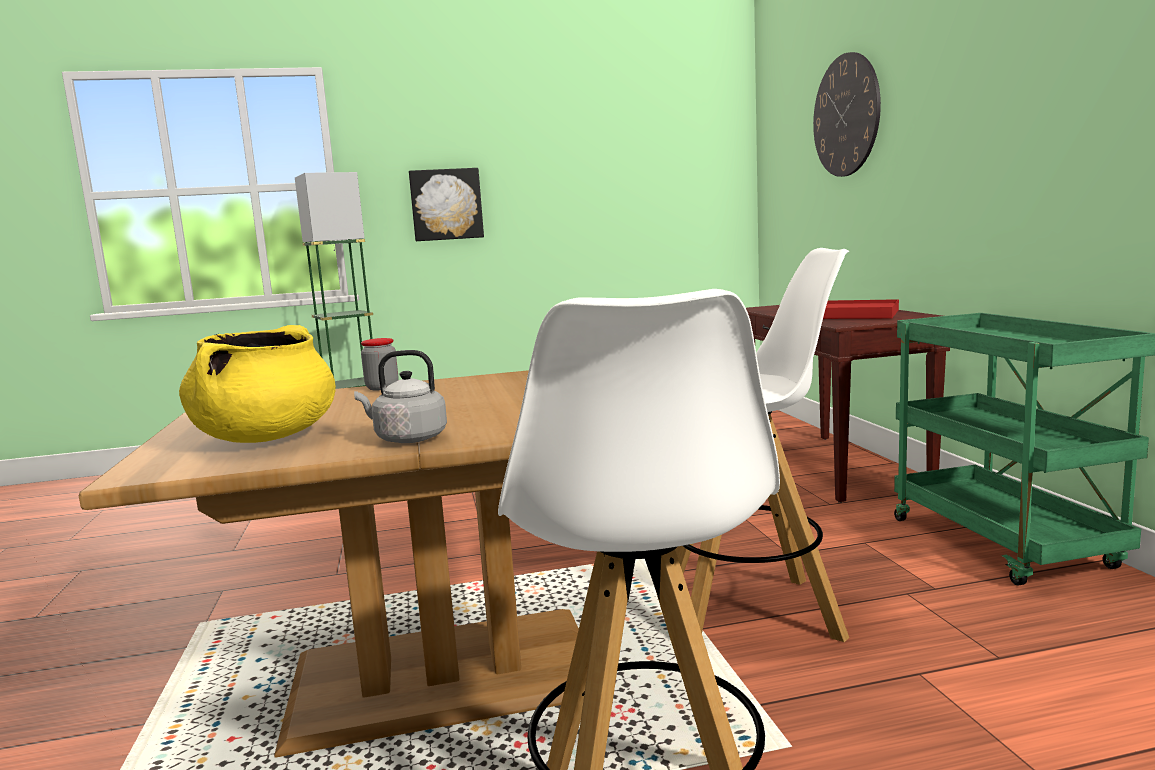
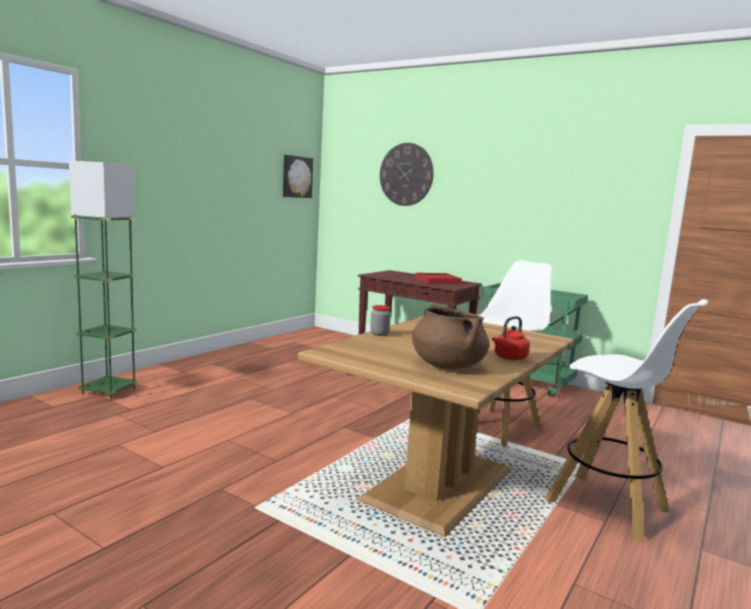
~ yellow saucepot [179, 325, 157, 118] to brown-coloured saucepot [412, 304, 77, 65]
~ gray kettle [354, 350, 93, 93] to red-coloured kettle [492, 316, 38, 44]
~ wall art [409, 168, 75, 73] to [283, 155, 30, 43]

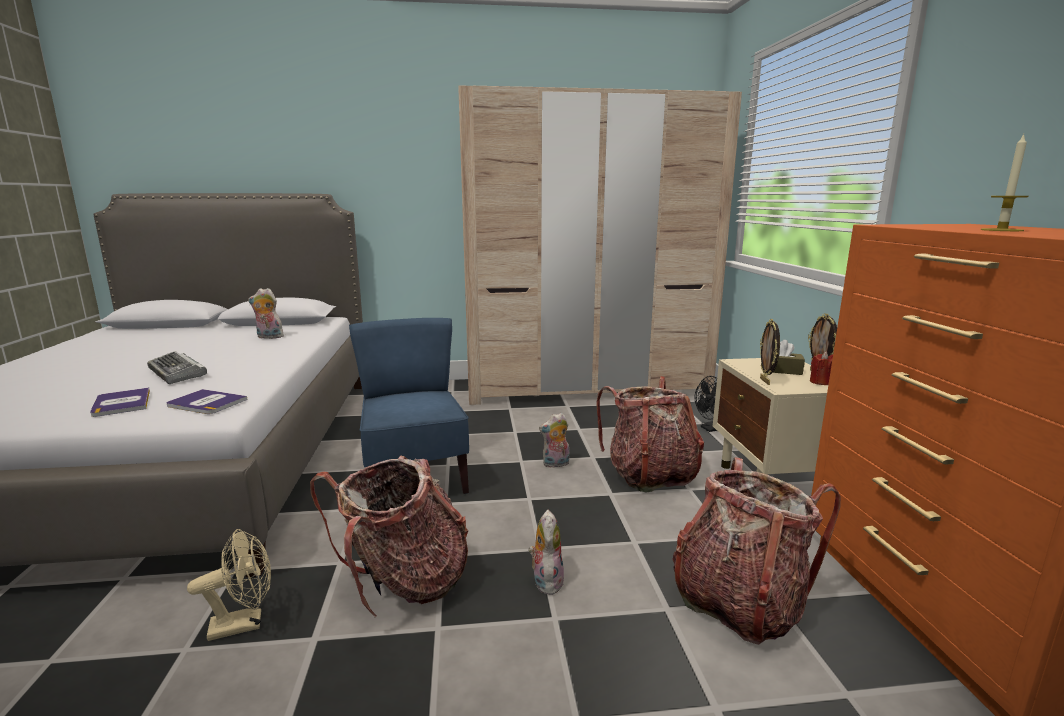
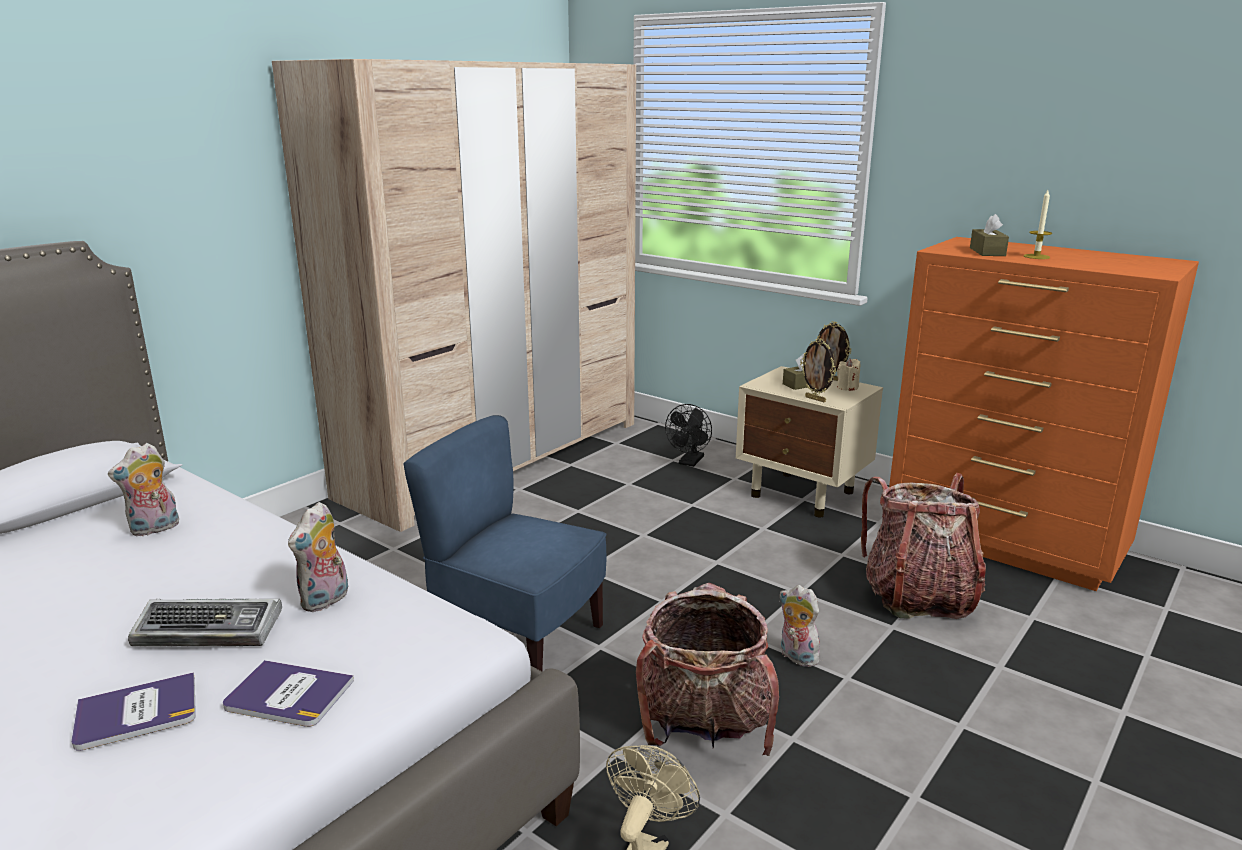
~ bound book [167, 389, 81, 25] to [71, 672, 125, 79]
~ soft toy [539, 413, 30, 55] to [288, 502, 60, 110]
- backpack [596, 376, 108, 117]
~ red-coloured candle [810, 351, 23, 34] to beige candle [837, 358, 23, 33]
+ brown-coloured tissue holder [970, 214, 39, 42]

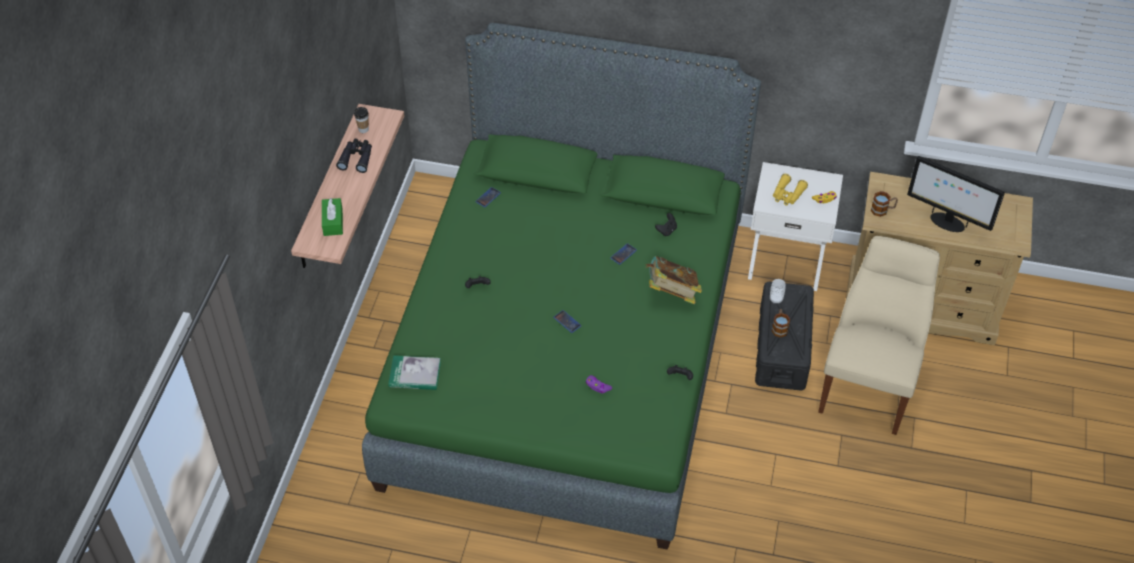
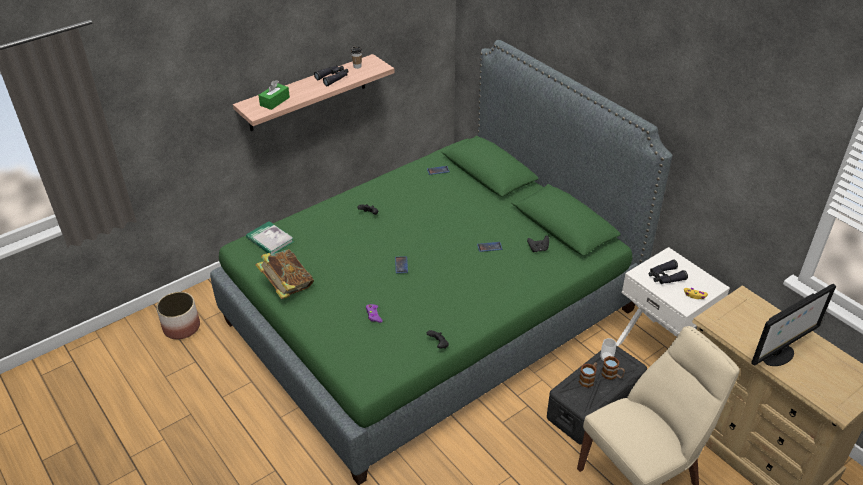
~ bound book [646, 256, 56, 48] to [256, 249, 58, 50]
~ yellow pair of binoculars [773, 174, 35, 32] to blackish pair of binoculars [649, 260, 39, 24]
~ tea mug [871, 191, 27, 26] to [601, 356, 24, 24]
~ computer display [907, 156, 98, 76] = [751, 284, 85, 82] 105 degrees counterclockwise
+ plant pot [156, 292, 44, 47]

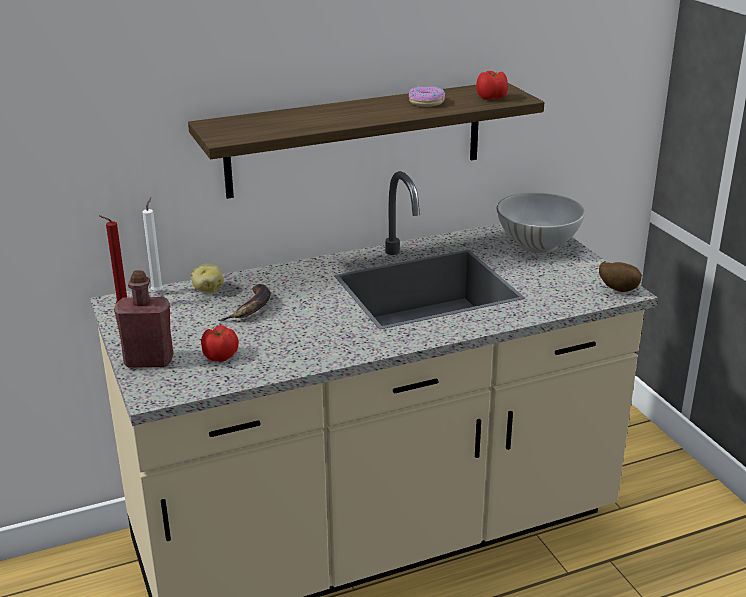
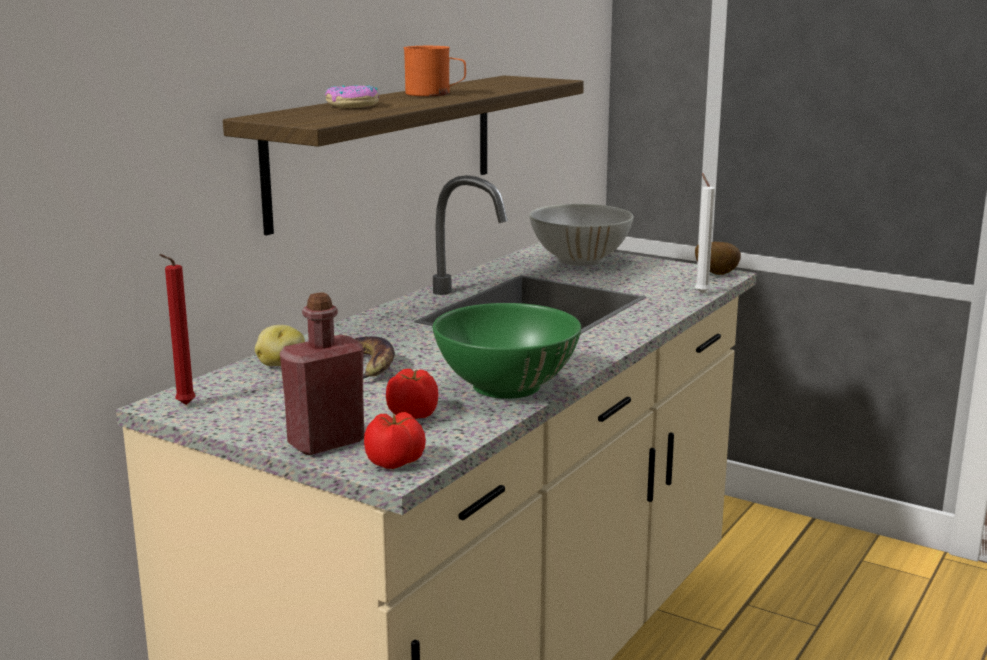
~ white candle [143, 198, 20, 95] to [695, 173, 20, 121]
~ donut [409, 86, 36, 21] to [325, 85, 54, 23]
~ whole tomato [476, 71, 32, 29] to [364, 412, 62, 57]
+ orangey tea mug [404, 46, 62, 50]
+ green-coloured deep dish [433, 303, 148, 96]

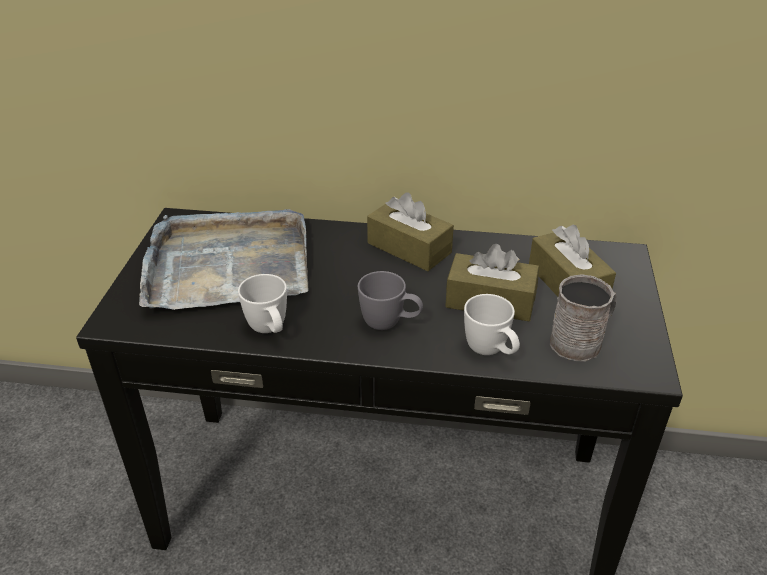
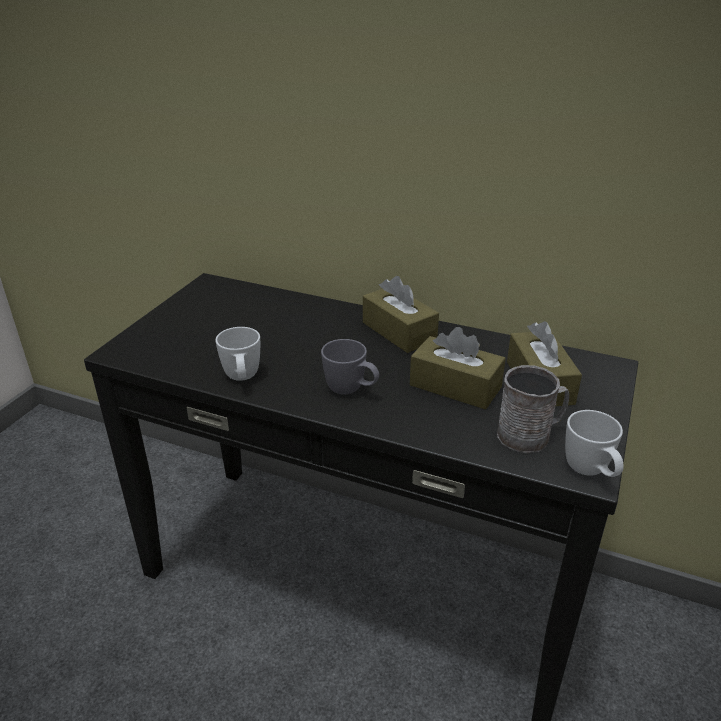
- gray tray [139, 209, 169, 101]
~ white tea mug [464, 294, 56, 61] to [565, 410, 59, 67]

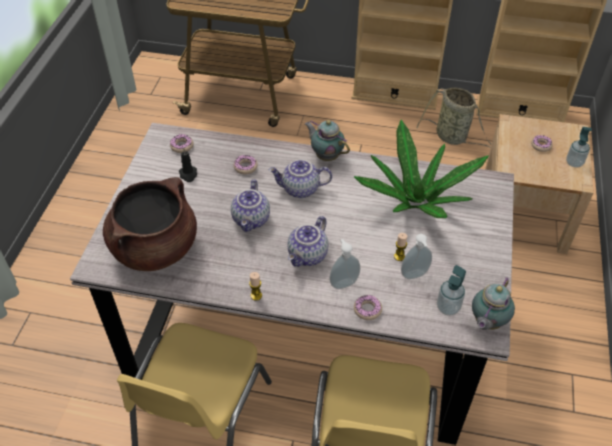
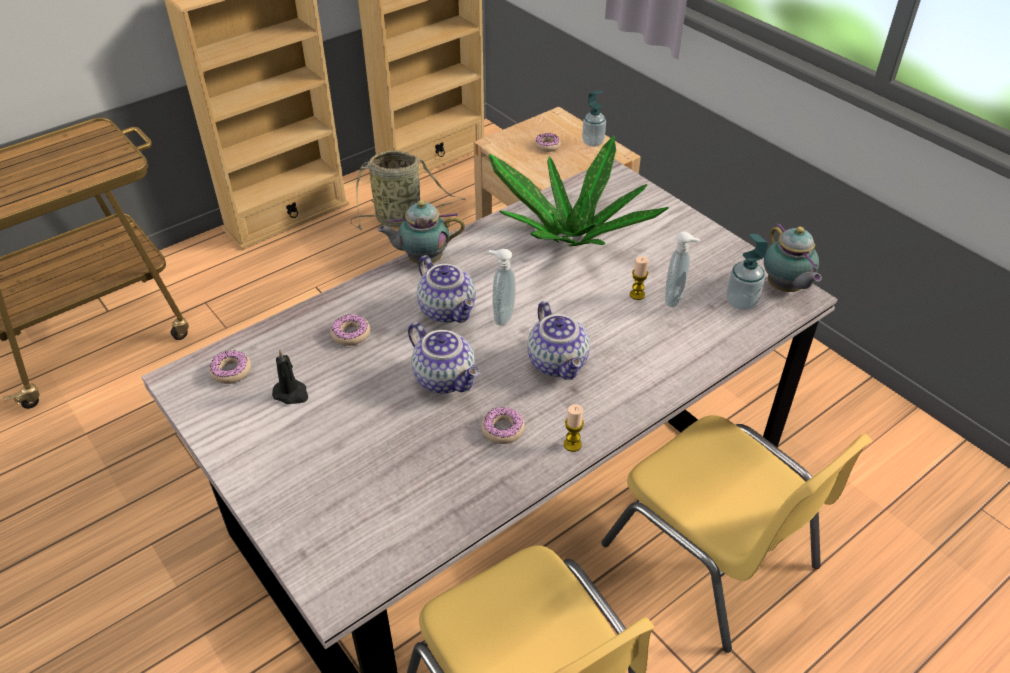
- brown-coloured saucepot [103, 177, 94, 94]
~ teapot [268, 159, 64, 39] = [417, 255, 58, 68] 75 degrees counterclockwise
~ liquid soap bottle [330, 239, 30, 50] to [489, 249, 27, 77]
~ donut [354, 295, 28, 25] to [481, 407, 44, 37]

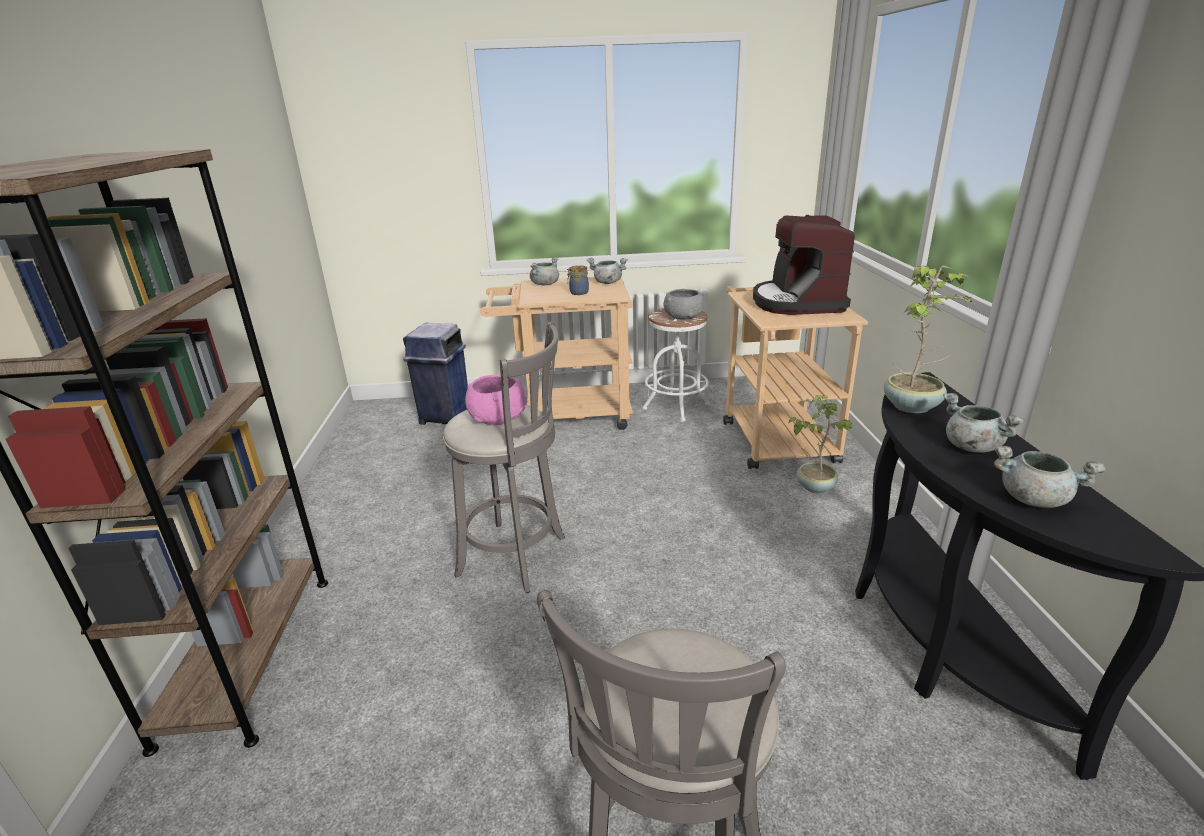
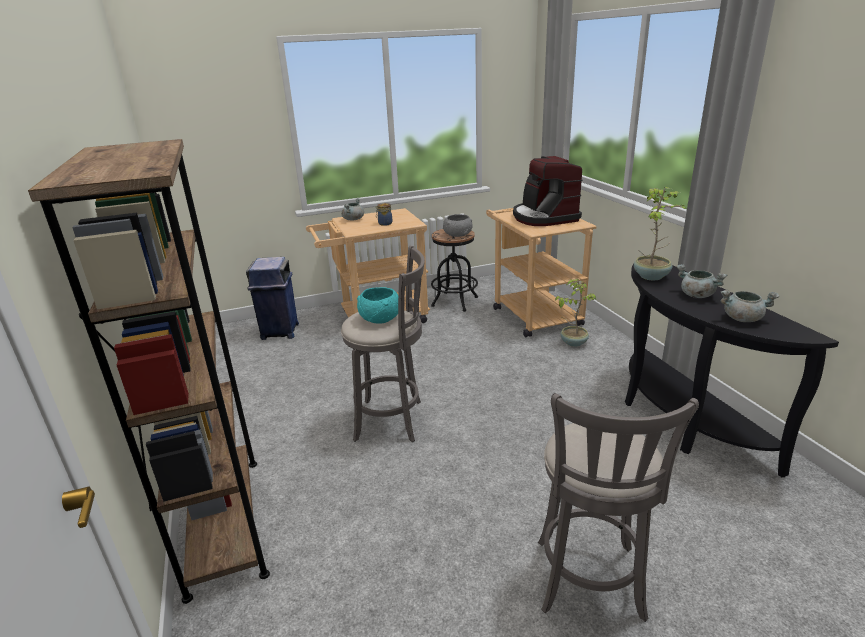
~ pink deep dish [465, 375, 61, 50] to turquoise-coloured deep dish [357, 287, 41, 37]
- gray saucepot [587, 258, 41, 26]
~ white stool seat [642, 308, 68, 114] to blackish stool seat [431, 229, 47, 83]

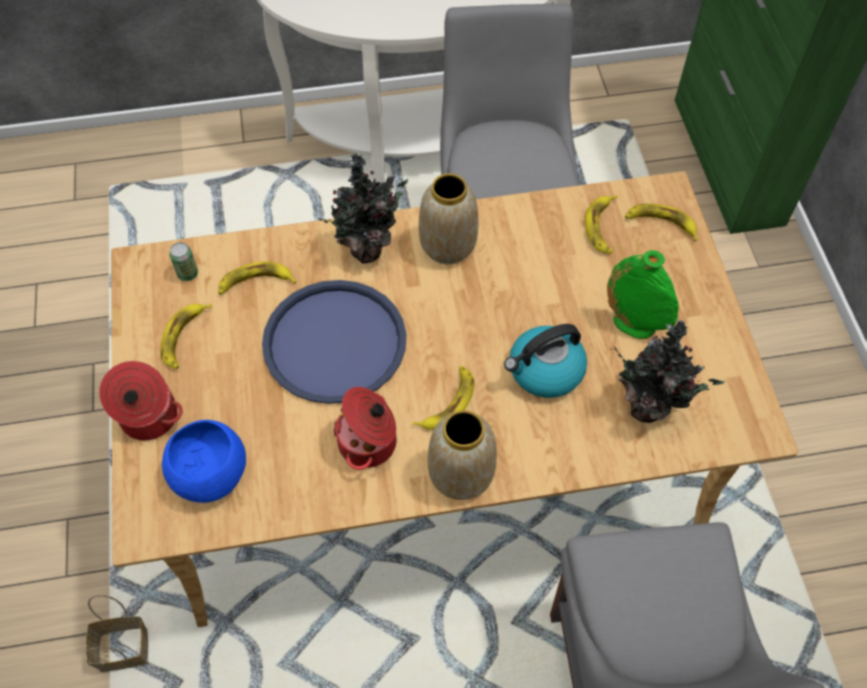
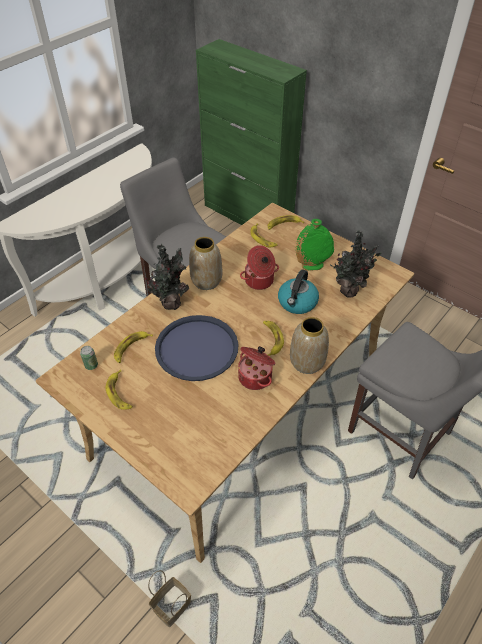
~ saucepot [99, 361, 84, 79] to [240, 245, 39, 45]
- blue-coloured deep dish [162, 420, 84, 83]

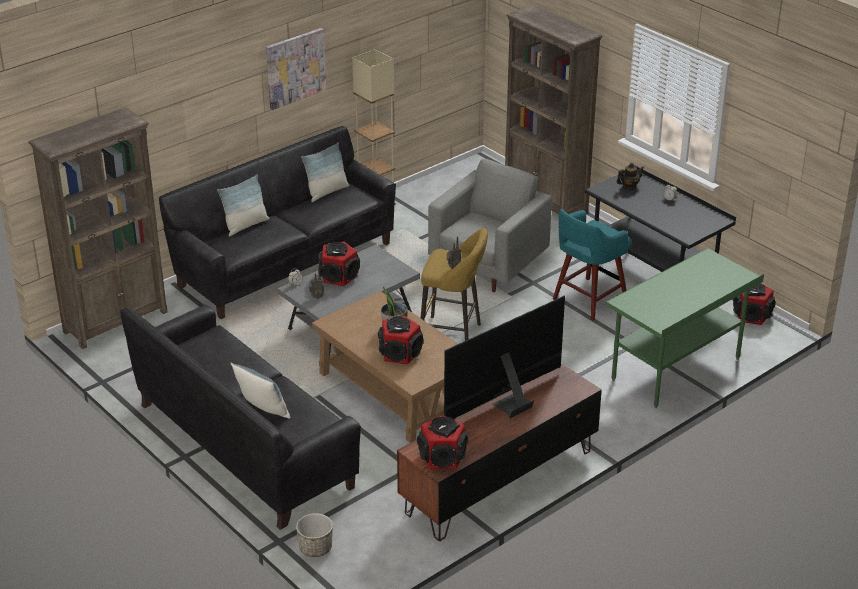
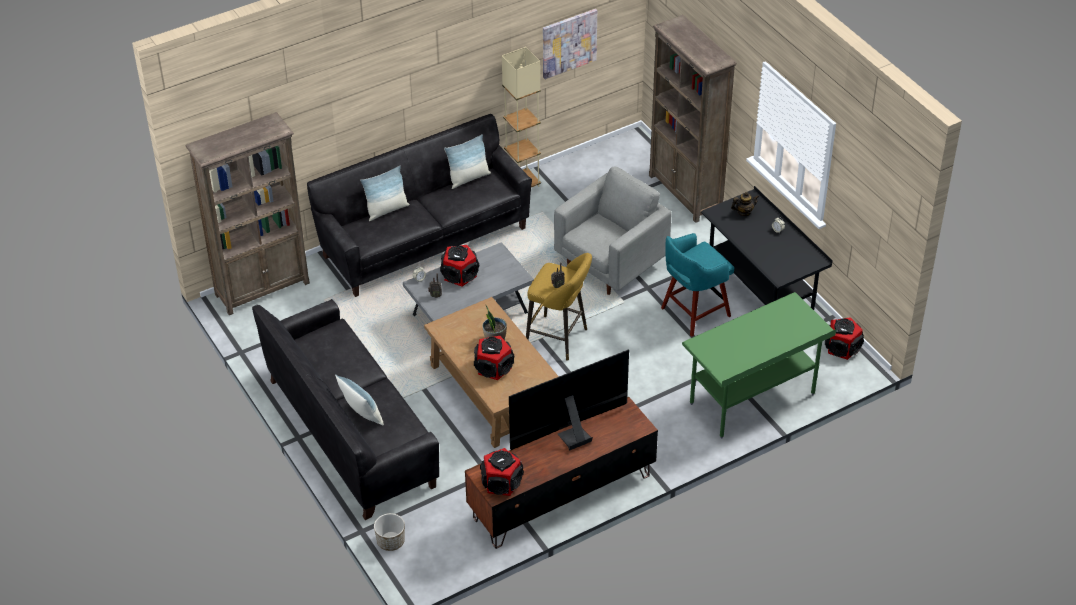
~ wall art [266, 28, 60, 82] to [543, 9, 54, 70]

